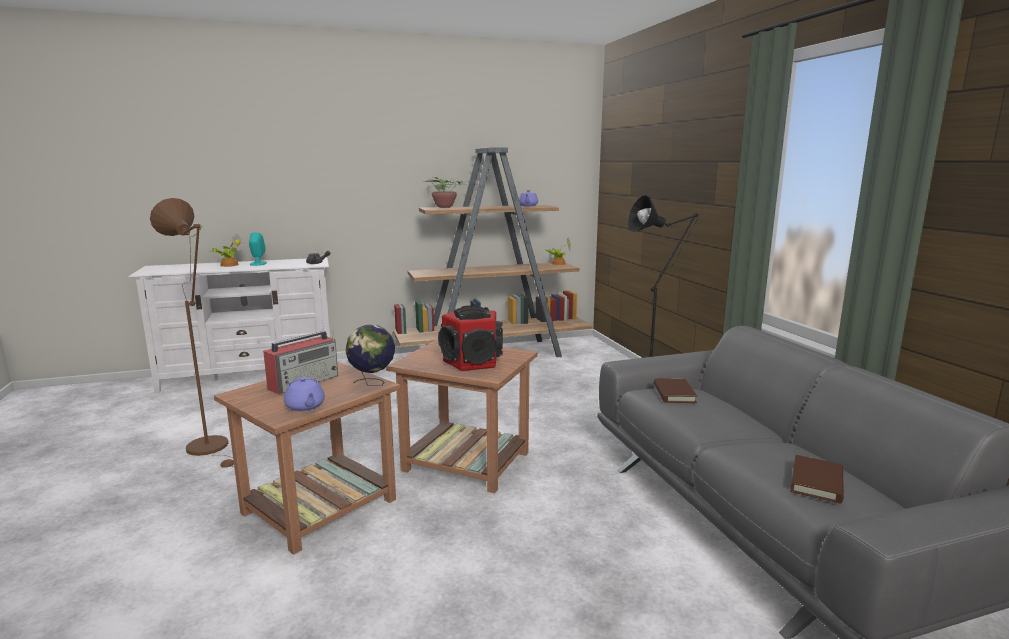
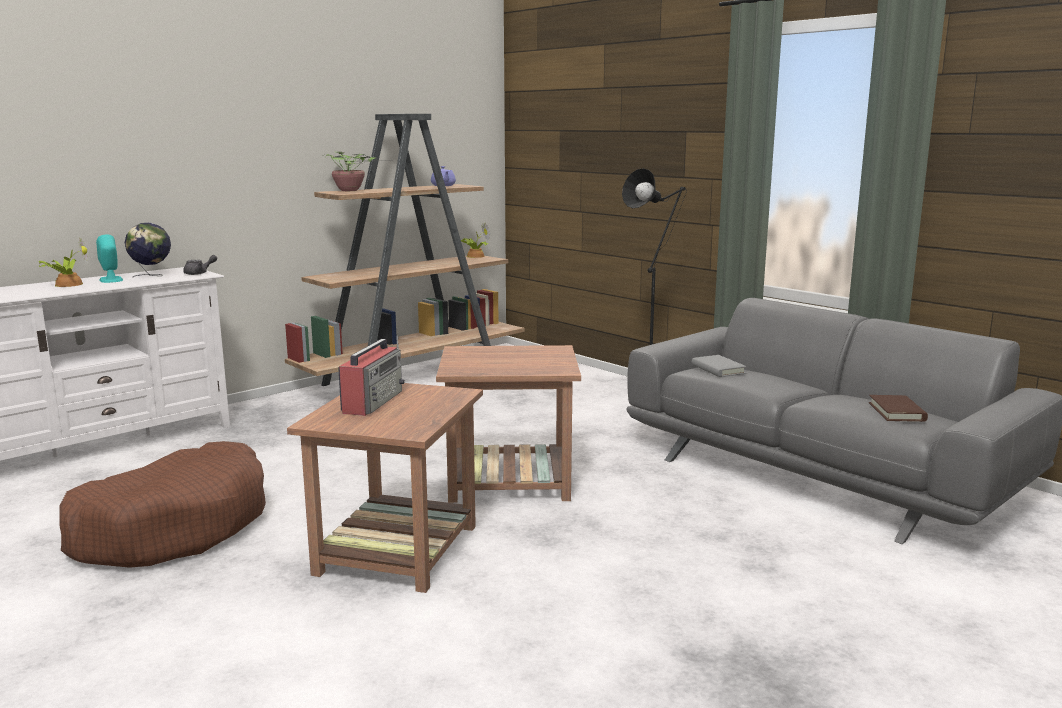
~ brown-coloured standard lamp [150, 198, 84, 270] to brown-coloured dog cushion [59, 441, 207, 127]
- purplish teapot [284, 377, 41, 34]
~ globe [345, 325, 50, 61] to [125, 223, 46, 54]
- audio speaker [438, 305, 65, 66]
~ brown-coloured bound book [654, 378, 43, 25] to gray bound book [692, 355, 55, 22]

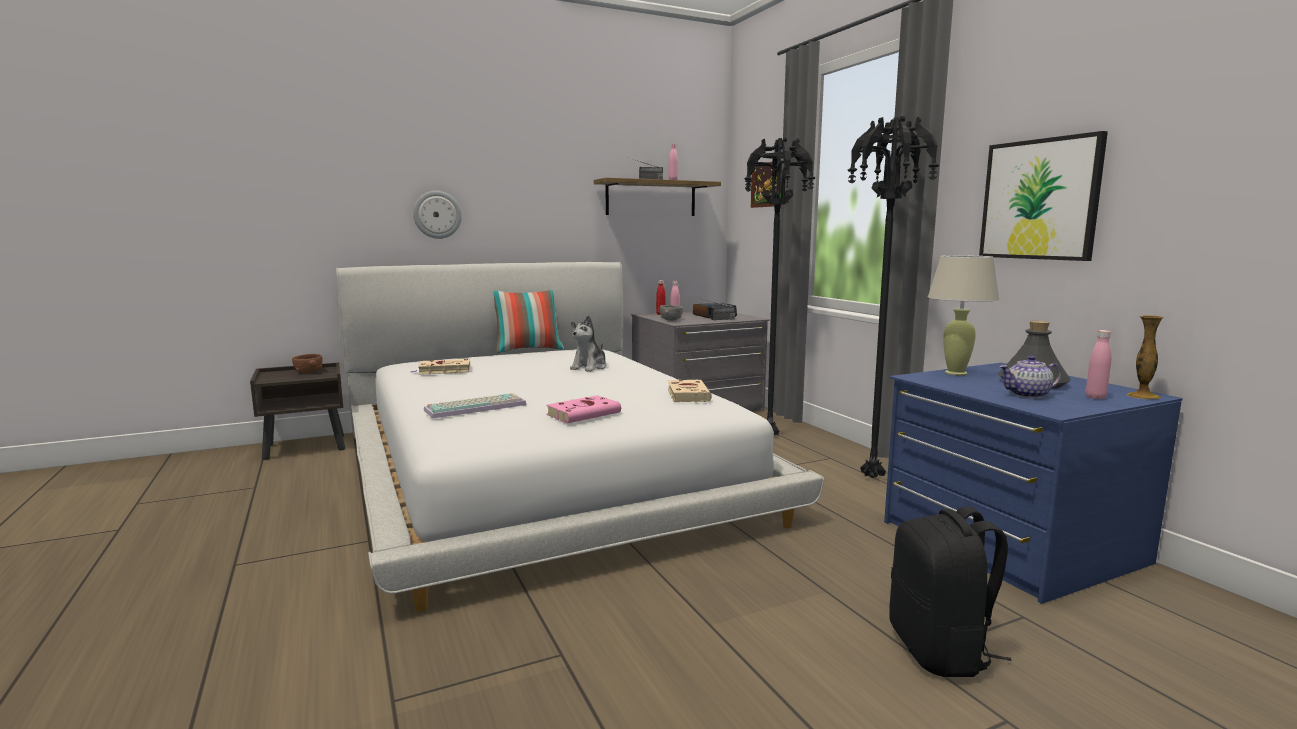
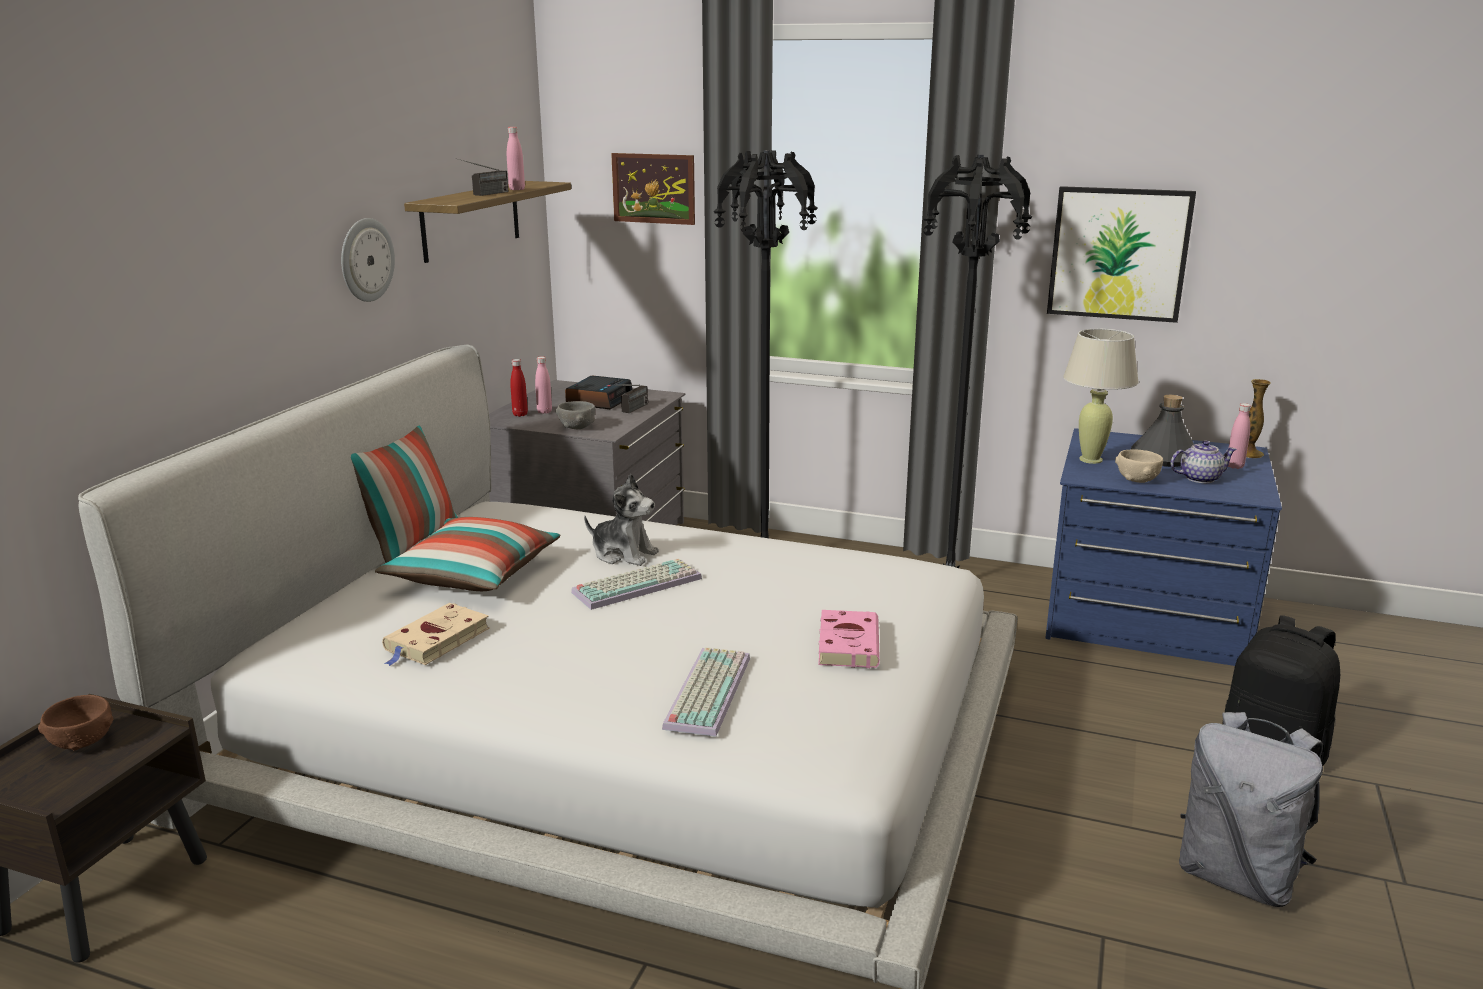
~ wall clock [413, 191, 49, 48] to [341, 218, 54, 84]
~ soft toy [570, 315, 37, 57] = [584, 474, 75, 92] 45 degrees counterclockwise
- beige bound book [668, 379, 44, 23]
~ teapot [999, 356, 62, 42] = [1170, 440, 67, 43] 135 degrees counterclockwise
+ cushion [375, 517, 186, 74]
+ keyboard [571, 558, 131, 52]
+ beige deep dish [1115, 450, 48, 33]
+ gray backpack [1179, 712, 144, 195]

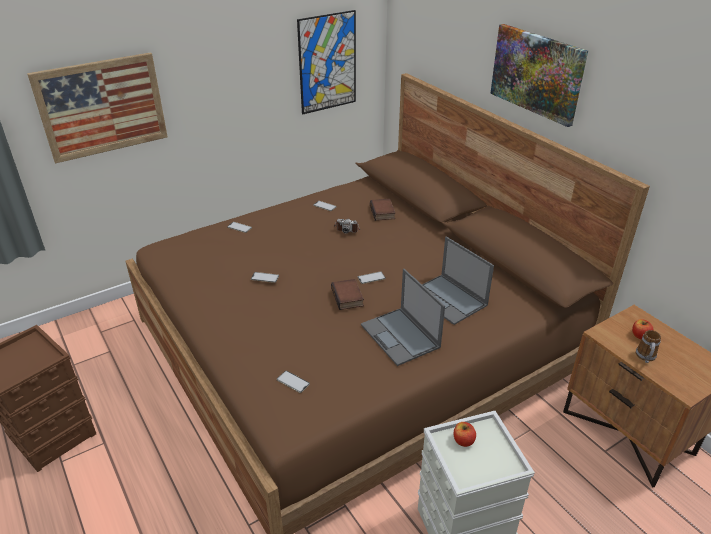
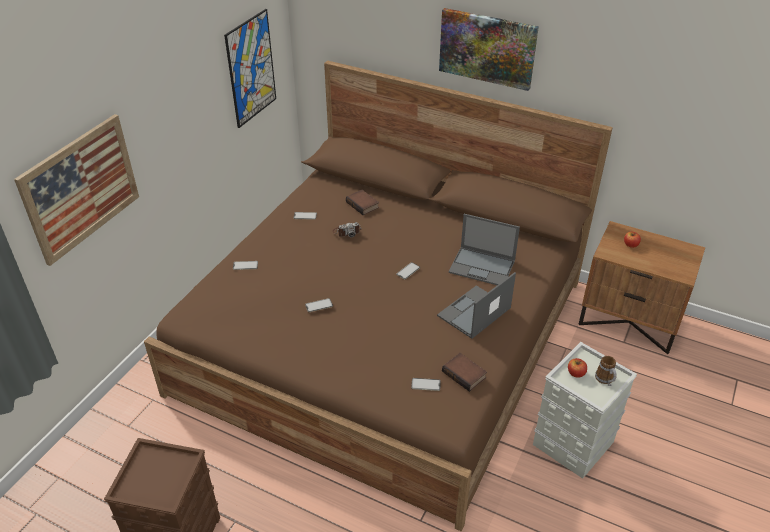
~ bound book [331, 279, 33, 31] to [442, 353, 45, 39]
~ laptop [361, 269, 84, 97] = [437, 272, 79, 67] 105 degrees clockwise
~ tea mug [636, 330, 25, 33] to [595, 356, 22, 30]

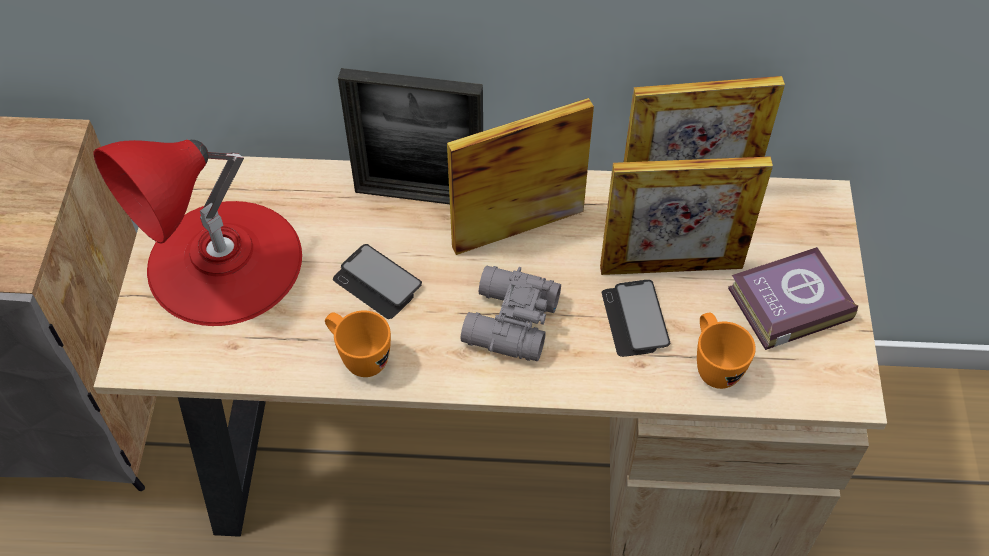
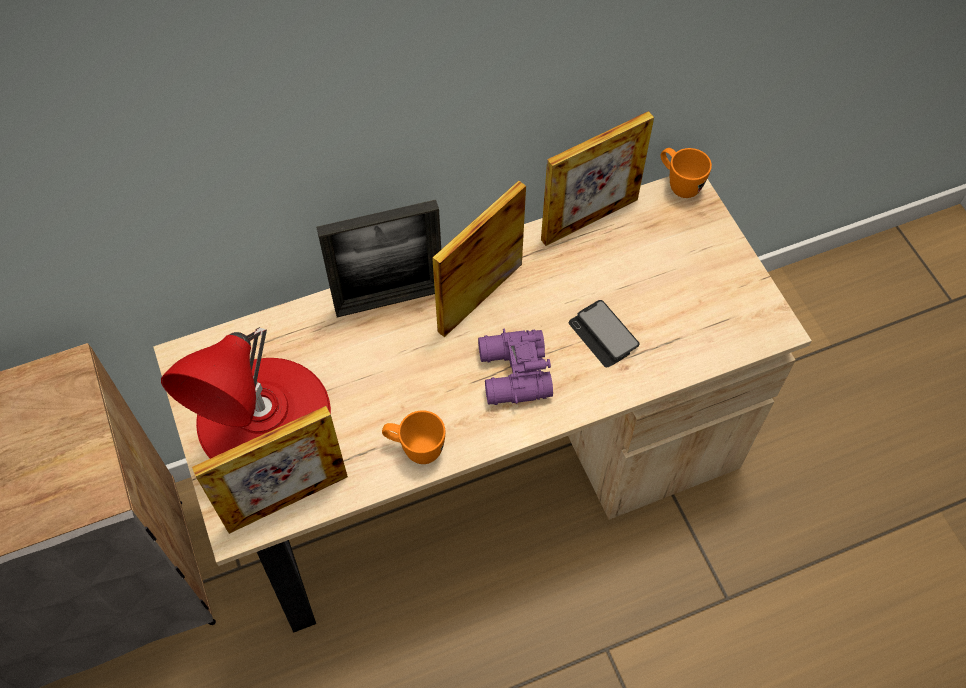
- telephone [333, 244, 89, 75]
~ gray pair of binoculars [461, 266, 100, 95] to purplish pair of binoculars [478, 329, 75, 76]
~ photo frame [600, 156, 173, 119] to [192, 406, 156, 128]
~ orangey tea mug [697, 313, 59, 76] to [661, 148, 51, 50]
- bound book [728, 247, 130, 103]

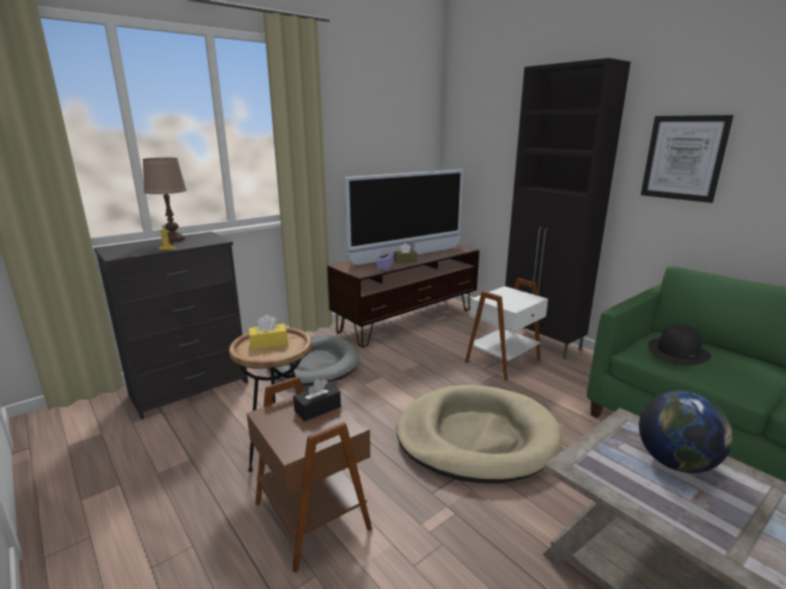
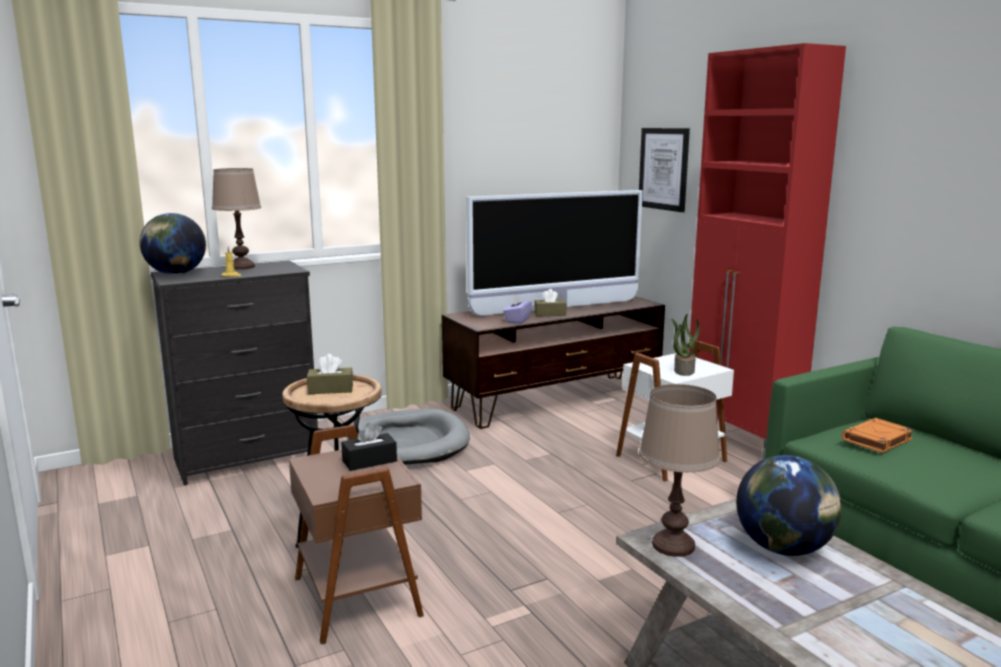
~ yellow tissue holder [249, 315, 39, 35] to brown-coloured tissue holder [307, 354, 46, 40]
- beige dog cushion [397, 385, 165, 99]
~ blackish cupboard [505, 58, 126, 301] to red-coloured cupboard [689, 43, 157, 417]
~ wall art [641, 115, 93, 88] to [639, 128, 51, 84]
~ blackish hat [648, 324, 63, 41] to orangey bound book [842, 418, 72, 35]
+ globe [139, 213, 67, 61]
+ brown-coloured table lamp [639, 384, 81, 173]
+ plant in a pot [671, 314, 29, 62]

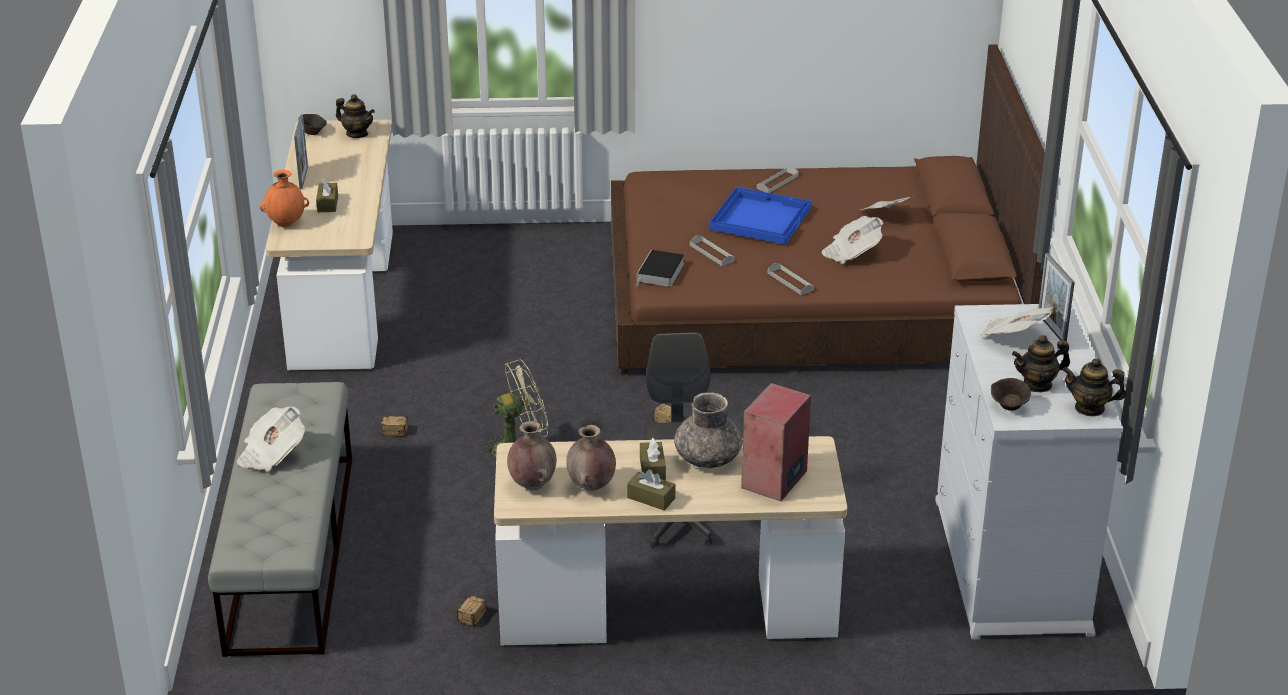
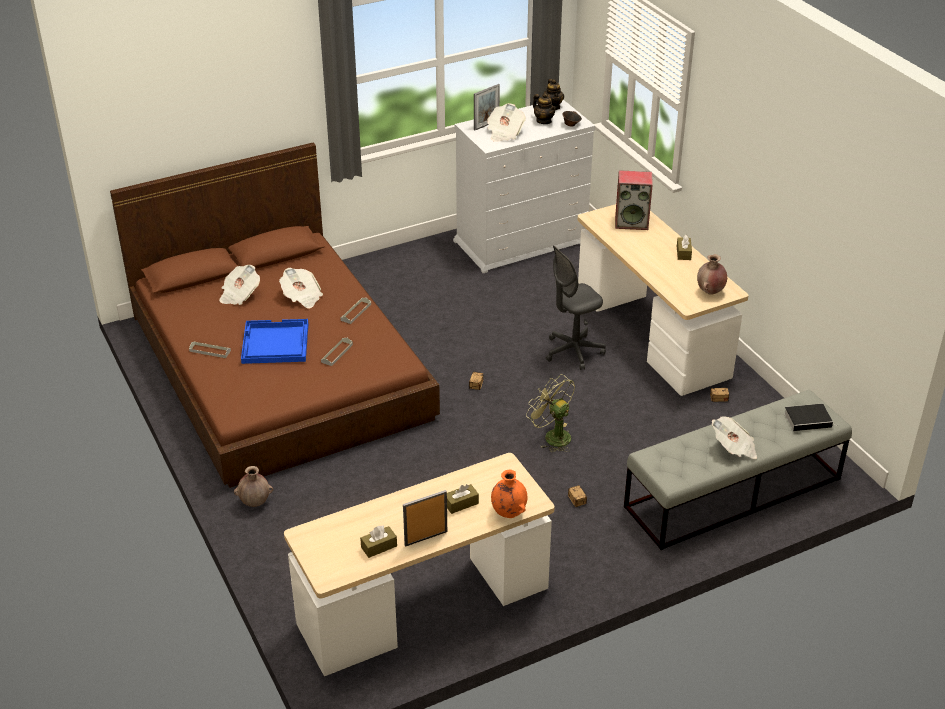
- brown-coloured deep dish [299, 114, 28, 21]
- teapot [336, 94, 39, 44]
~ brown-coloured vase [566, 425, 50, 66] to [234, 466, 39, 41]
~ bound book [636, 250, 49, 37] to [784, 404, 55, 27]
~ brown-coloured tissue holder [640, 438, 26, 43] to [360, 525, 37, 33]
- gray vase [674, 392, 69, 76]

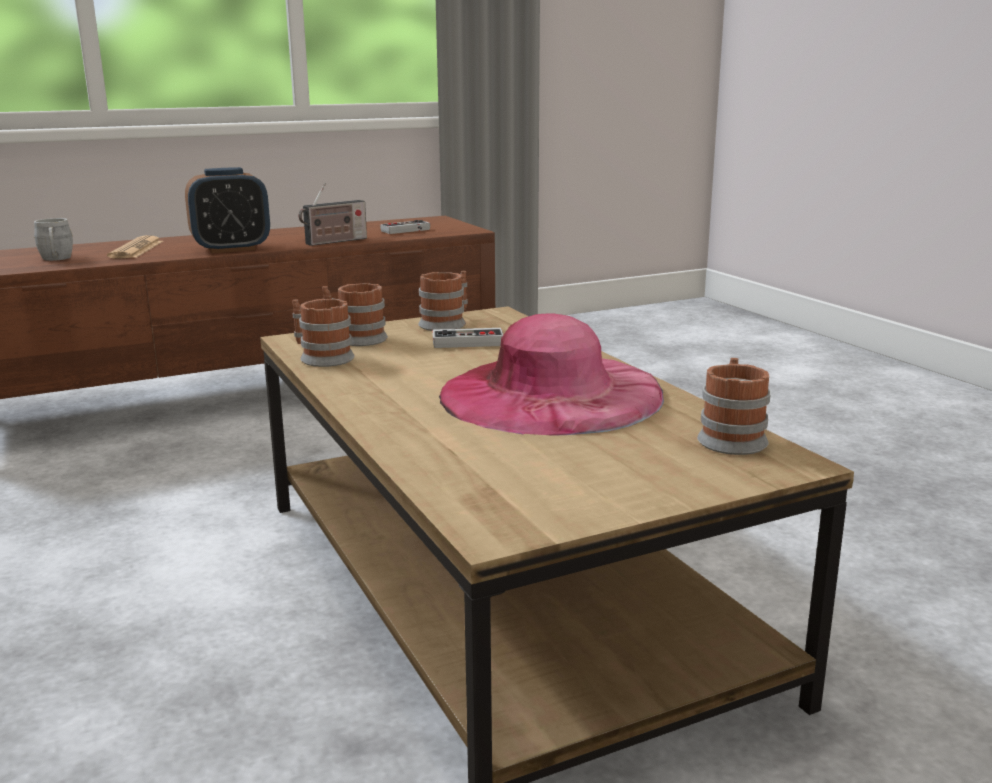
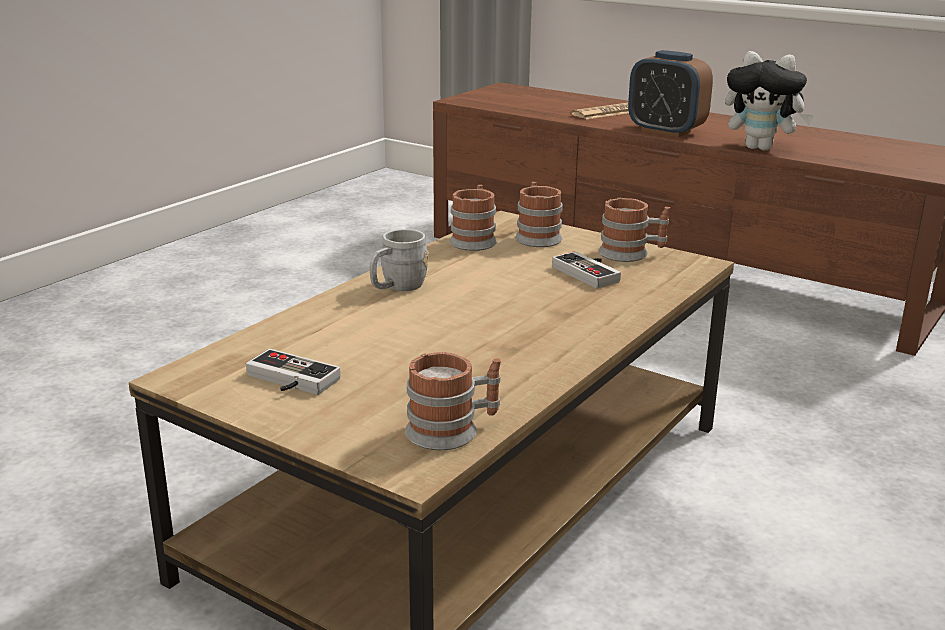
~ gray tea mug [34, 218, 39, 43] to [370, 229, 59, 62]
~ radio receiver [298, 183, 69, 63] to soft toy [725, 51, 89, 100]
~ game controller [380, 220, 50, 14] to [246, 349, 95, 46]
- pink hat [439, 313, 225, 122]

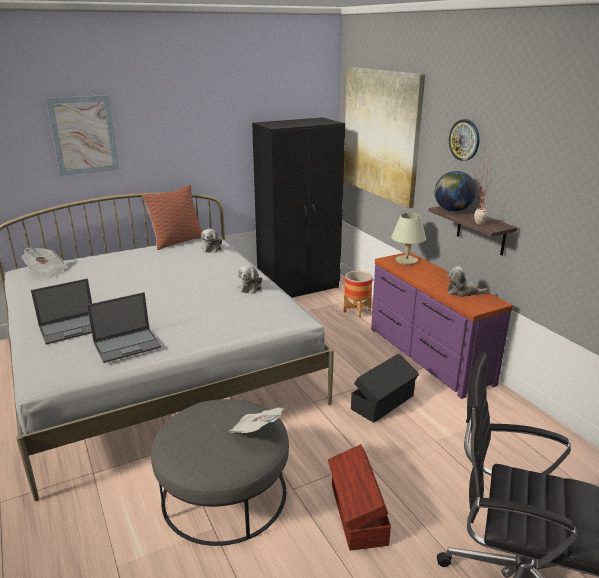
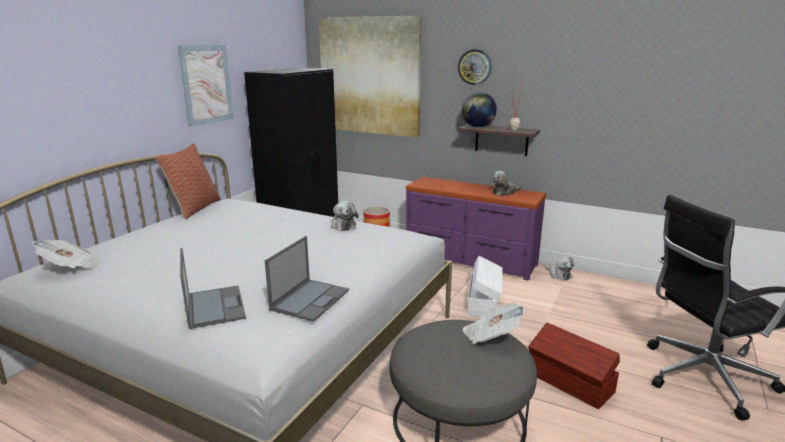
~ laptop [31, 278, 61, 67] = [180, 248, 66, 81] 45 degrees counterclockwise
~ wall art [46, 95, 73, 81] to [178, 45, 56, 82]
~ soft toy [201, 229, 21, 24] to [545, 256, 30, 25]
~ blackish storage container [351, 353, 68, 70] to white storage container [467, 256, 35, 60]
- beige table lamp [391, 213, 35, 52]

